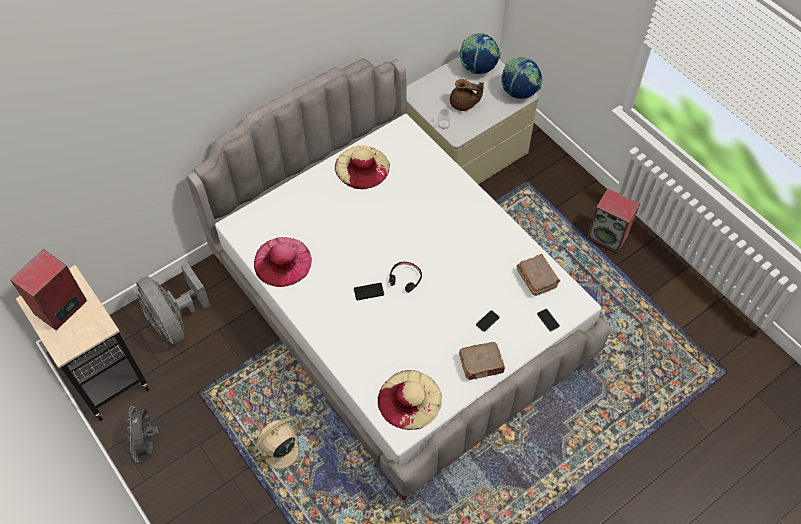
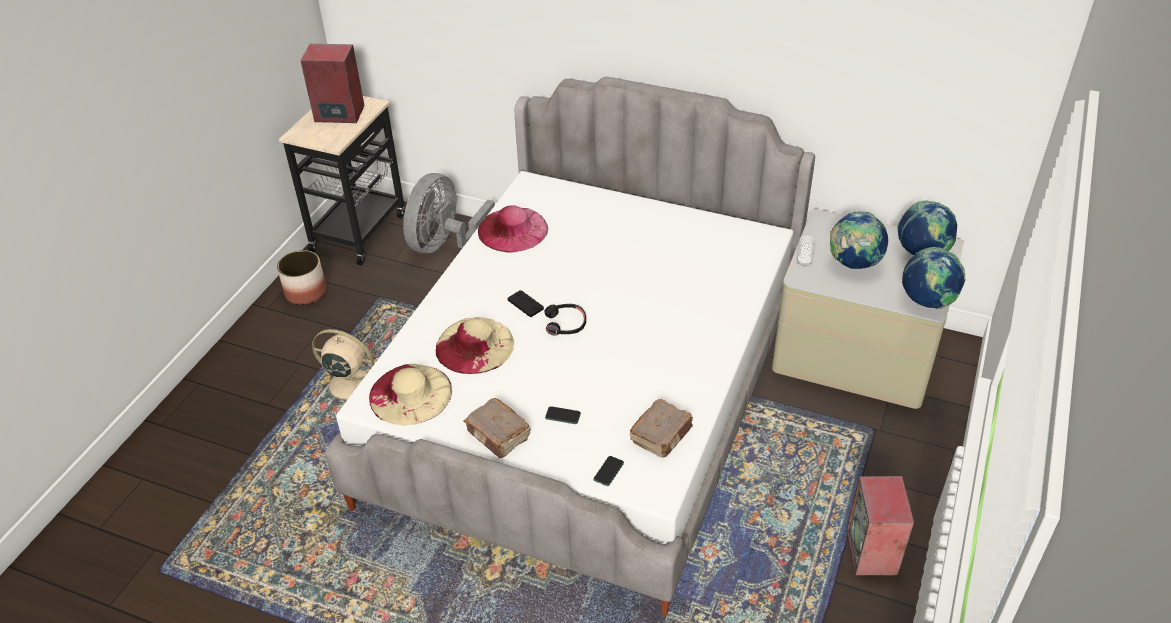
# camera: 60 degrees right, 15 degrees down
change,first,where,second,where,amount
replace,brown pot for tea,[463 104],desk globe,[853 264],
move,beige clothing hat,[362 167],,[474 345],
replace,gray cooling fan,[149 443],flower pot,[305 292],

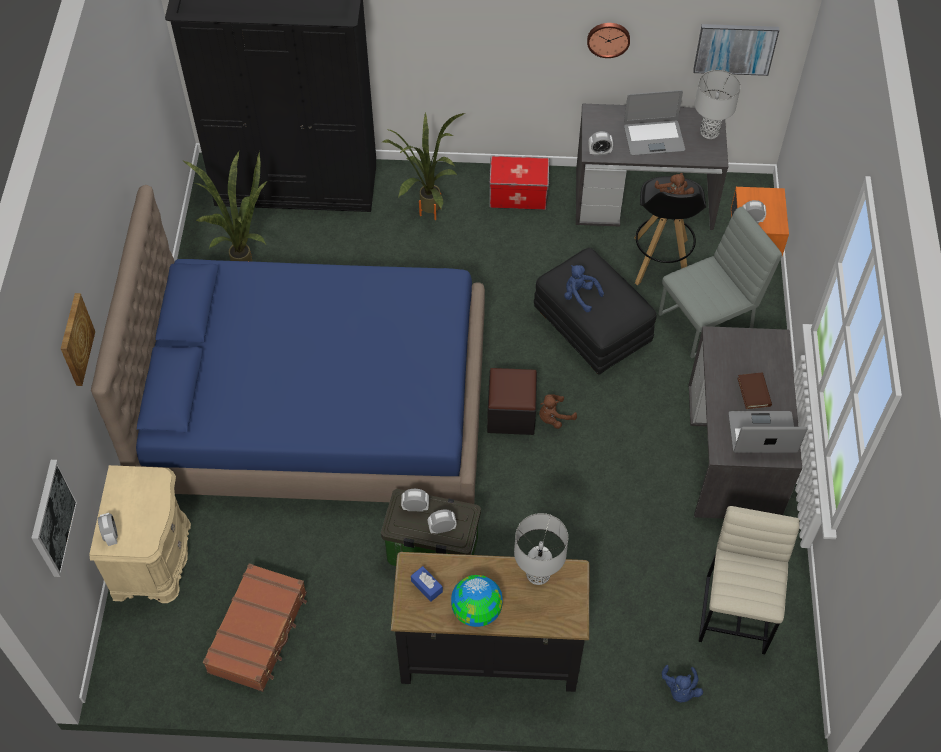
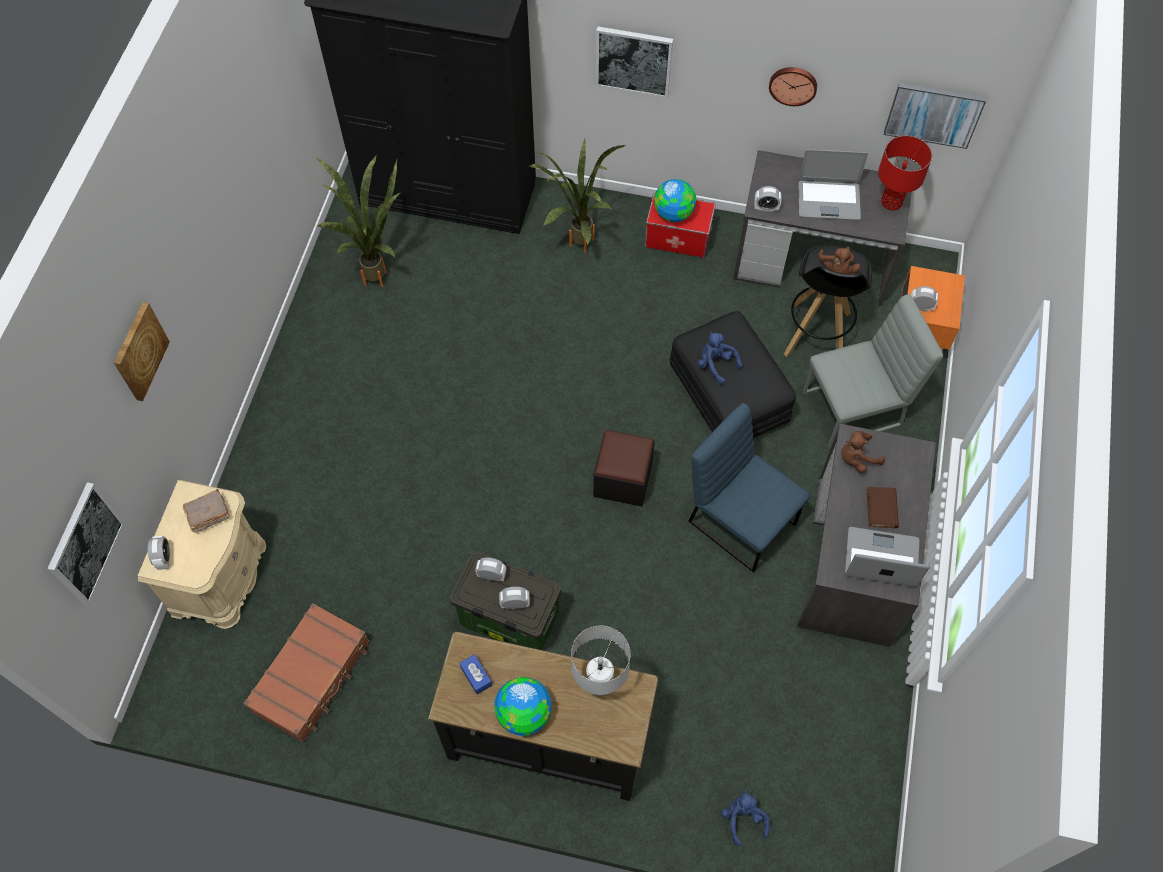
# camera: 10 degrees right, 5 degrees up
change,first,where,second,where,amount
recolor,whitish tabletop lamp,[709 132],red tabletop lamp,[891 202],
delete,blue bed,[315 405],,,
move,brown cuddly toy,[554 418],,[857 458],
delete,beige plain chair,[735 612],,,
rotate,blue cuddly toy,[680 689],,[743 818],150 degrees clockwise
insert,,,wall picture,[633 61],
insert,,,desk globe,[674 213],
insert,,,blue plain chair,[740 520],
insert,,,brown volume,[207 515],

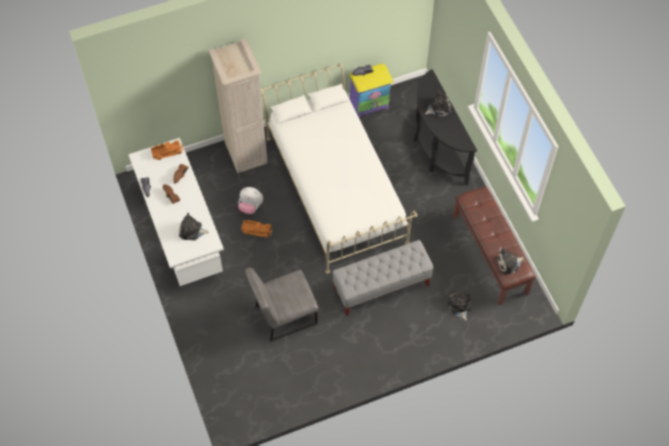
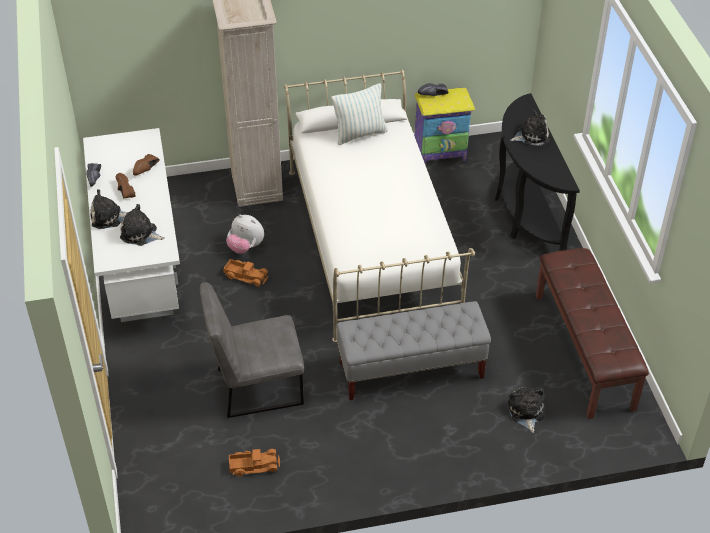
# camera: 10 degrees right, 15 degrees down
change,first,where,second,where,amount
move,model truck,[167 151],,[254 465],
move,cuddly toy,[509 263],,[109 217],
insert,,,pillow,[360 134],

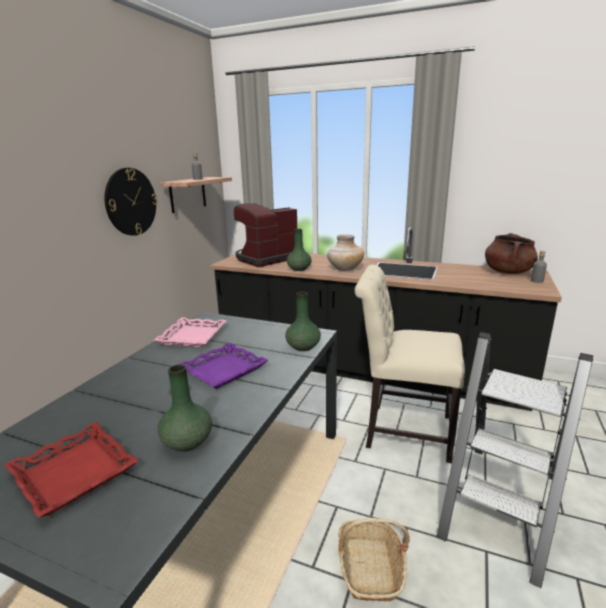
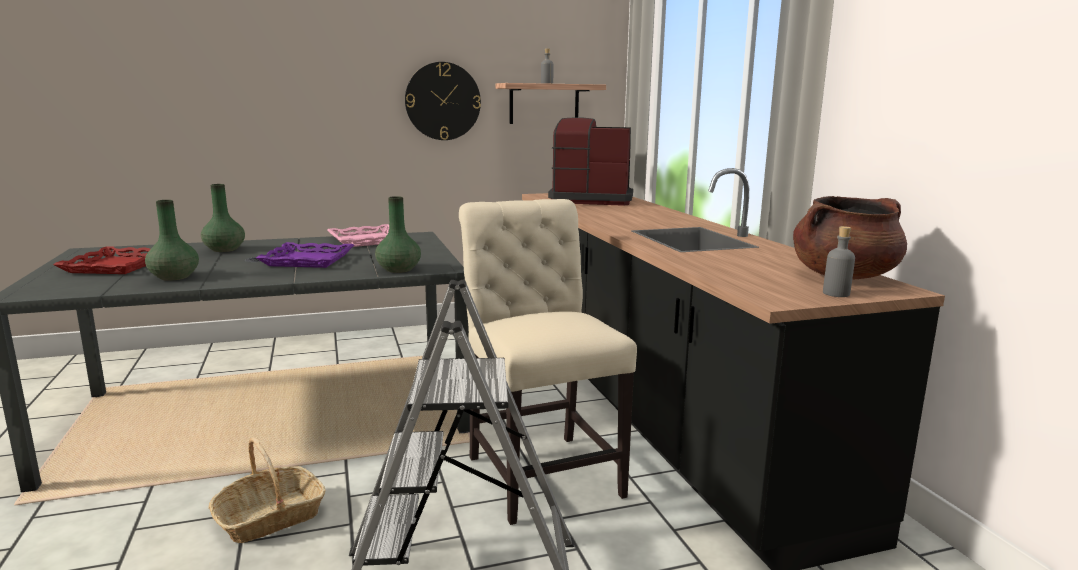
# camera: 50 degrees right, 5 degrees down
change,first,where,second,where,amount
move,green vase,[299 269],,[224 249],
delete,beige vase,[345 269],,,

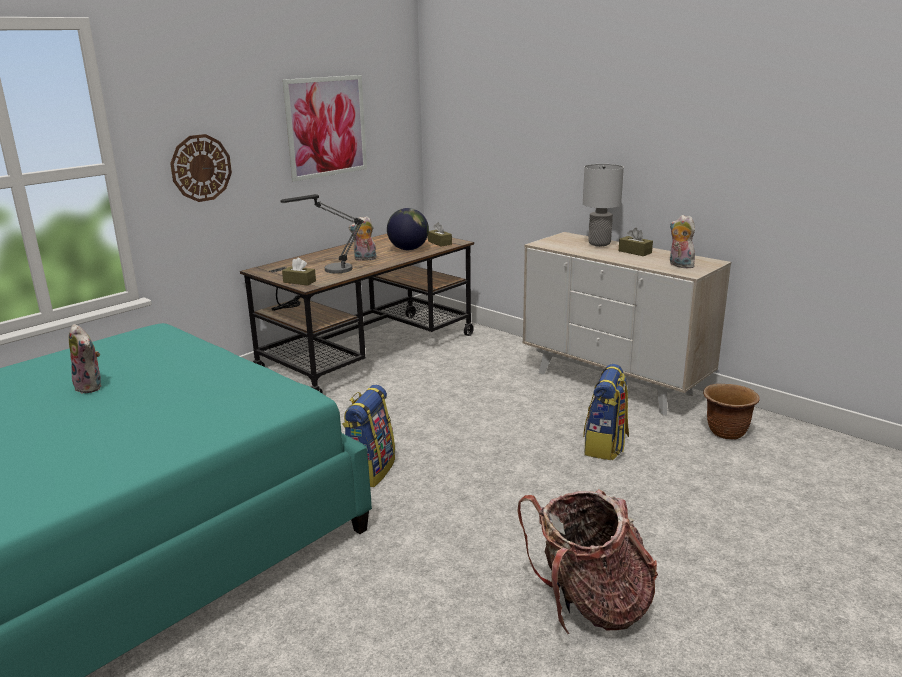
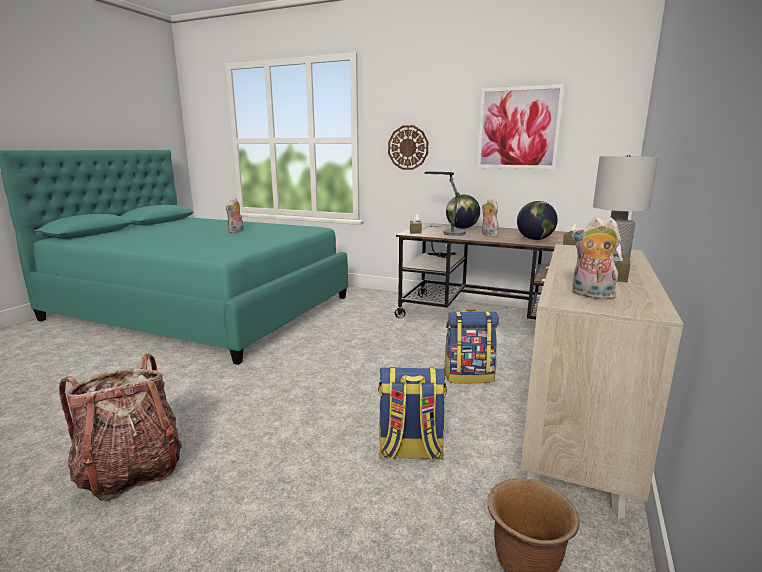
# camera: 70 degrees right, 5 degrees down
change,first,where,second,where,amount
rotate,cuddly toy,[679 265],,[590 295],90 degrees counterclockwise
move,rucksack,[369 470],,[469 376],
insert,,,desk globe,[461 228],

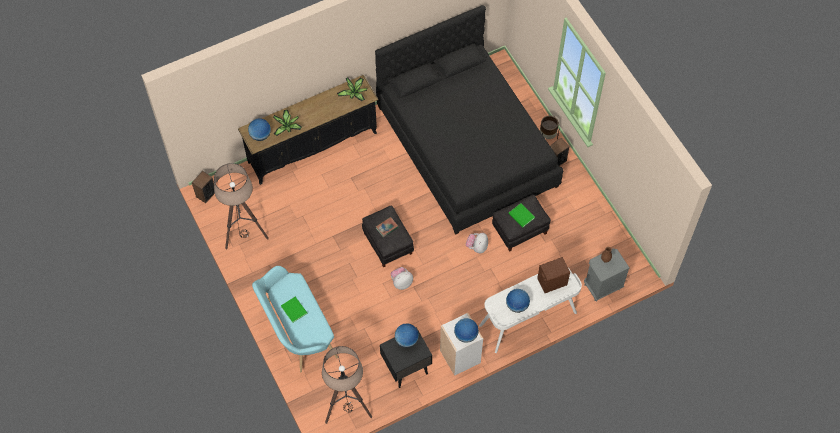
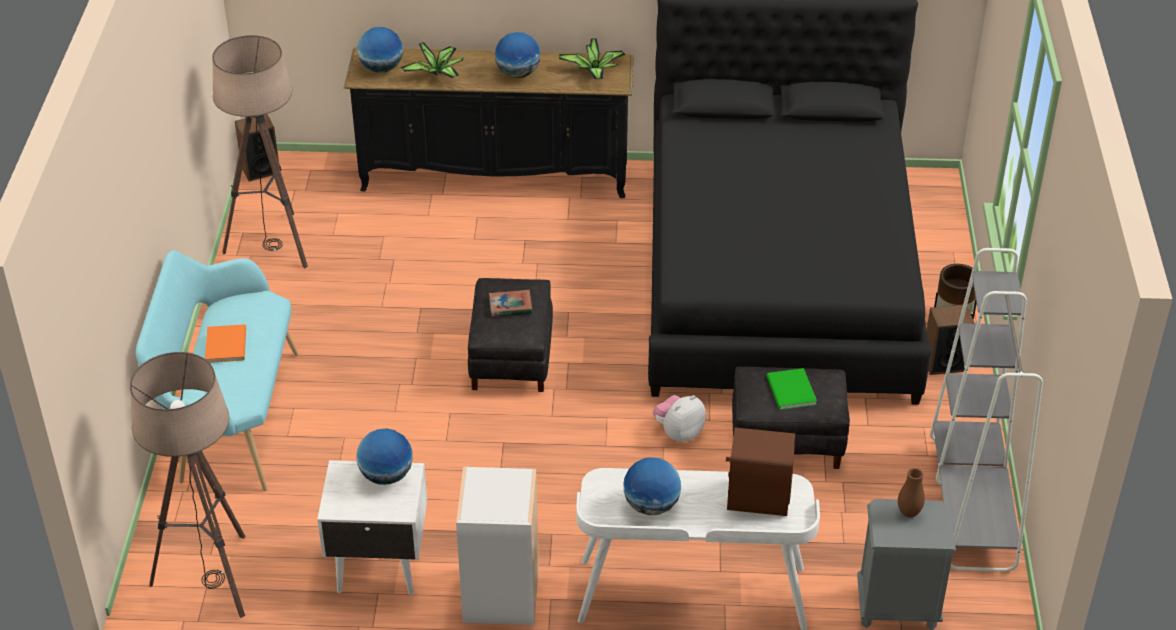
# camera: 30 degrees right, 20 degrees down
change,first,where,second,where,amount
delete,cuddly toy,[401 282],,,
recolor,green volume,[294 309],orange volume,[227 344],
move,desk globe,[466 335],,[518 74],
recolor,black-coloured nightstand,[405 368],whitish nightstand,[378 565],
insert,,,gray garment rack,[971 505],

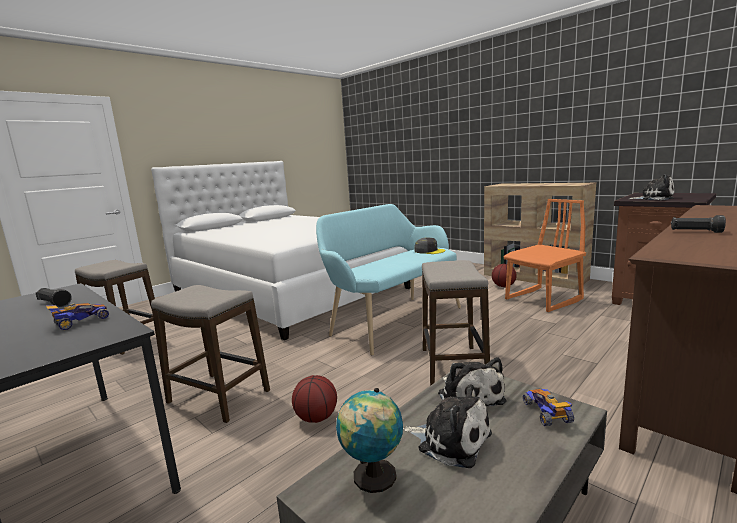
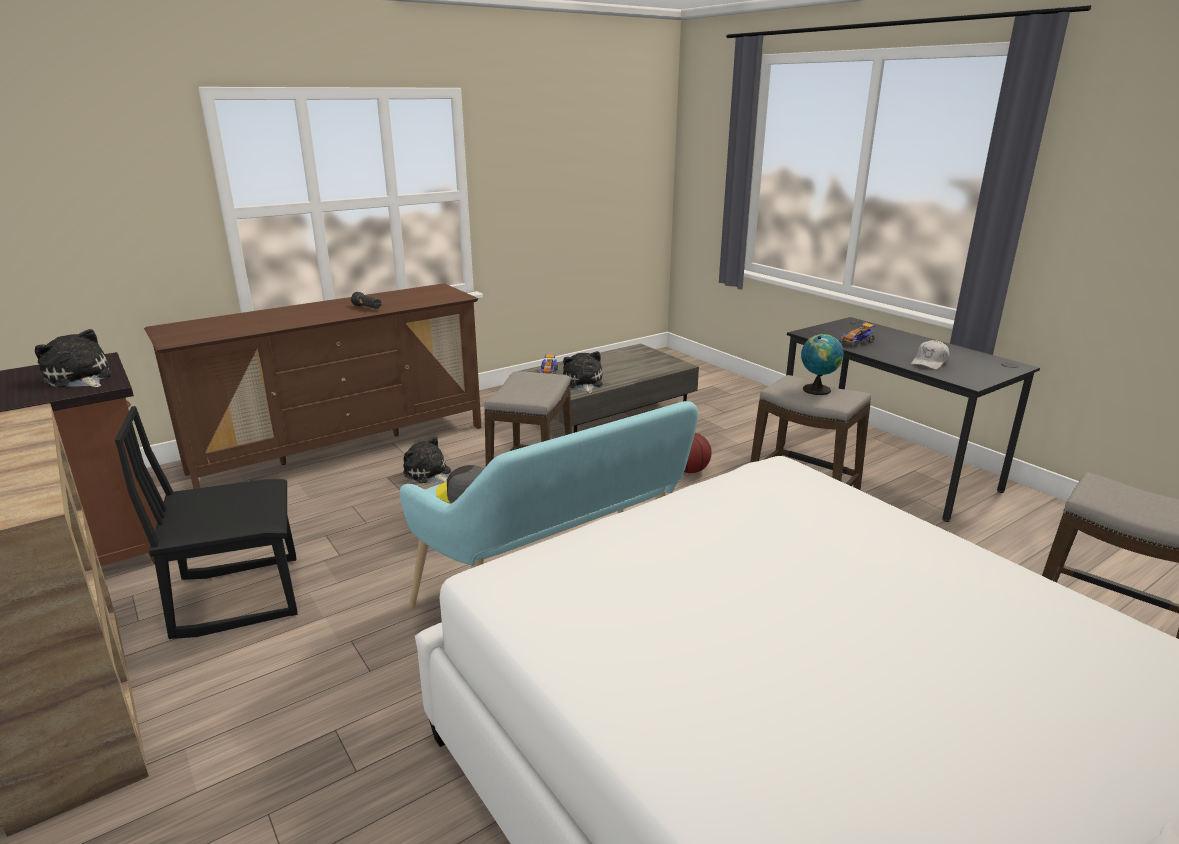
# camera: 170 degrees left, 10 degrees up
change,first,where,second,where,amount
recolor,orange plain chair,[544 300],black-coloured plain chair,[238 596],
delete,ball for basketball,[503 286],,,
replace,black-coloured torch,[54 304],whitish peaked cap,[929 362],
move,cuddly toy,[450 440],,[428 474],
move,desk globe,[373 478],,[817 389],

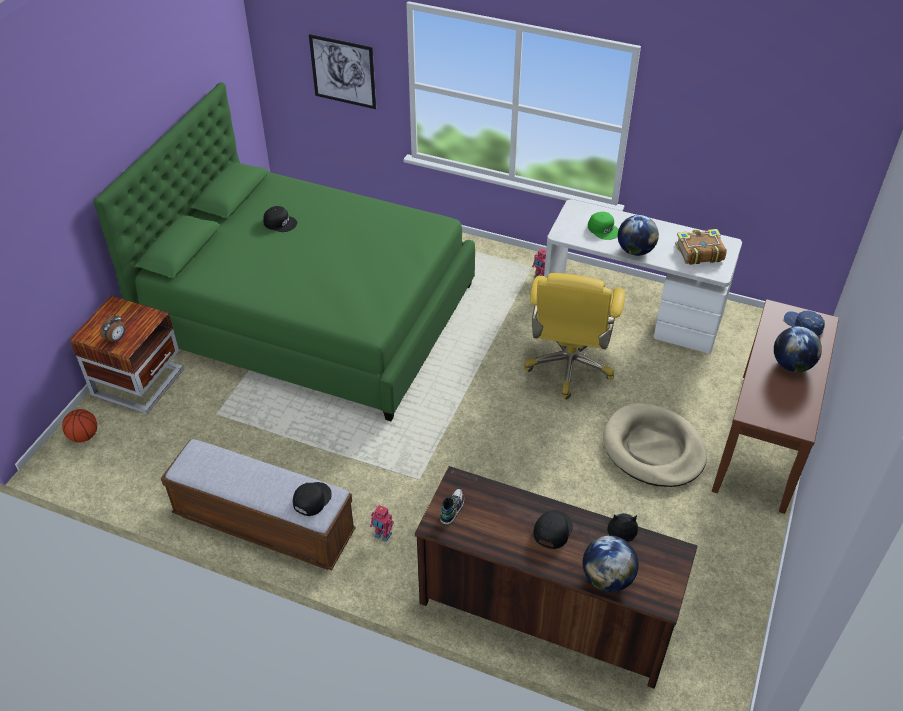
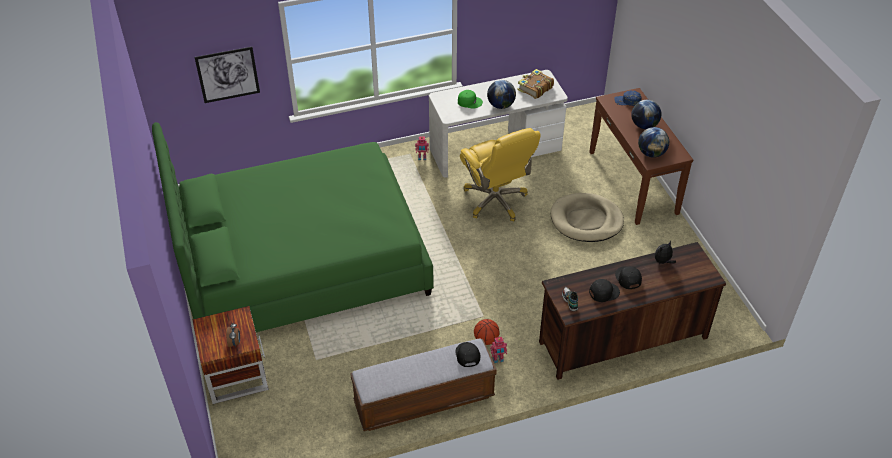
# camera: 40 degrees left, 0 degrees up
change,first,where,second,where,amount
move,black-coloured peaked cap,[280 222],,[603 292],
move,ball for basketball,[84 436],,[486 339],
move,desk globe,[607 578],,[651 153],

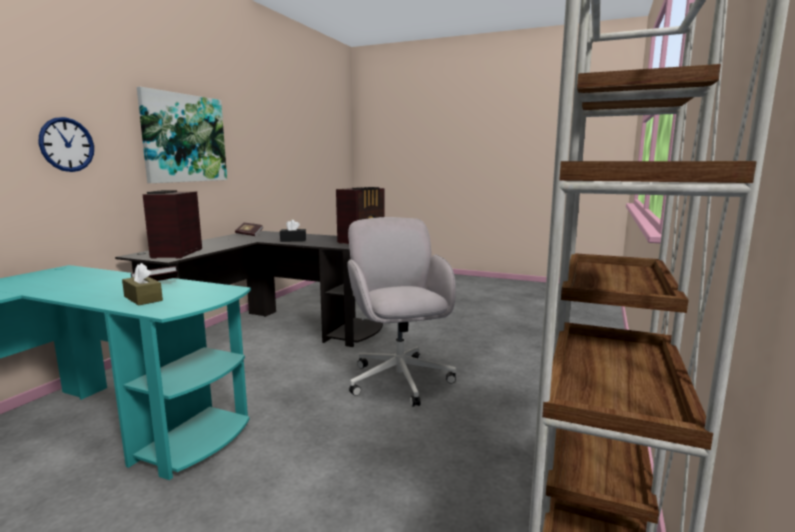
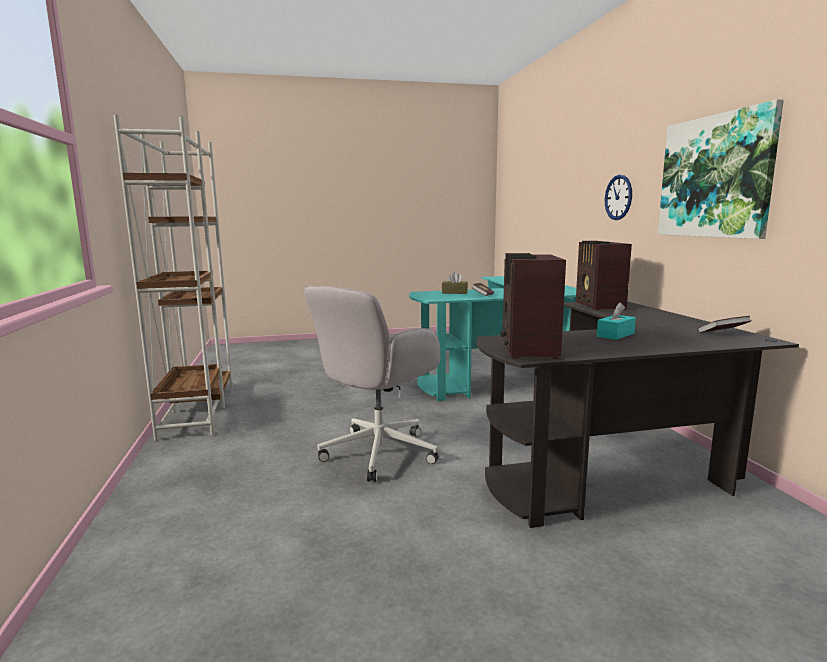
# camera: 145 degrees right, 0 degrees up
change,first,where,second,where,amount
rotate,radio,[175 254],,[599 306],150 degrees counterclockwise
rotate,gray desk chair,[399 380],,[378 453],90 degrees clockwise
recolor,black-coloured tissue box,[293 240],turquoise tissue box,[615 335],

